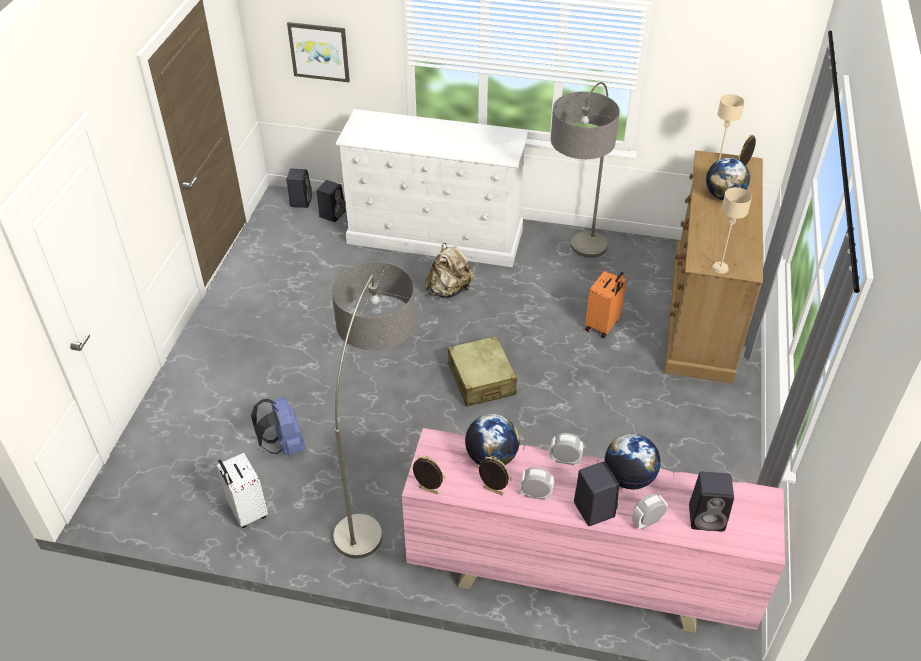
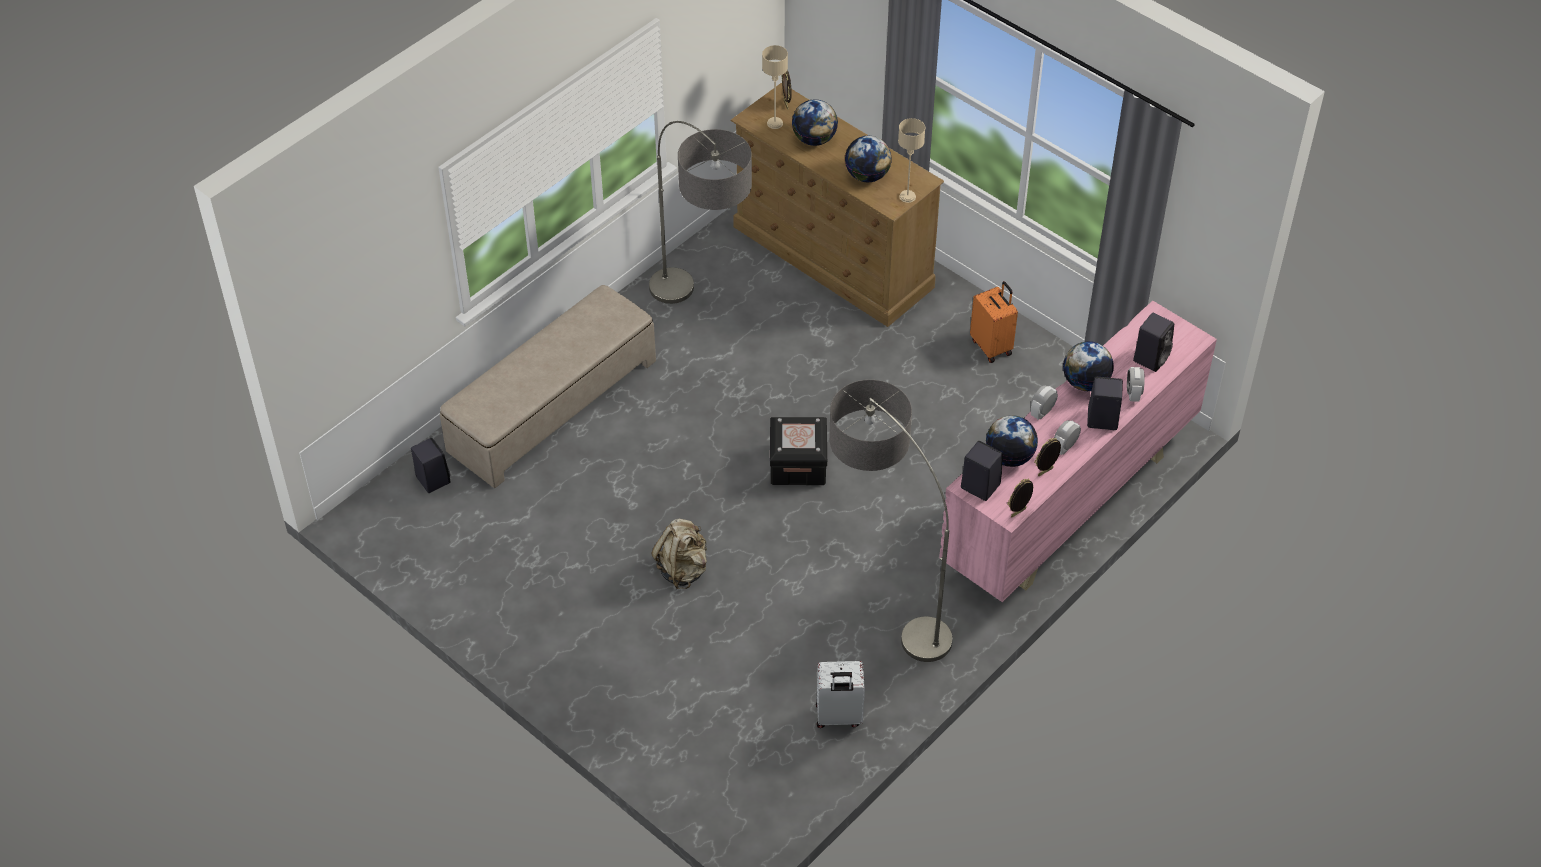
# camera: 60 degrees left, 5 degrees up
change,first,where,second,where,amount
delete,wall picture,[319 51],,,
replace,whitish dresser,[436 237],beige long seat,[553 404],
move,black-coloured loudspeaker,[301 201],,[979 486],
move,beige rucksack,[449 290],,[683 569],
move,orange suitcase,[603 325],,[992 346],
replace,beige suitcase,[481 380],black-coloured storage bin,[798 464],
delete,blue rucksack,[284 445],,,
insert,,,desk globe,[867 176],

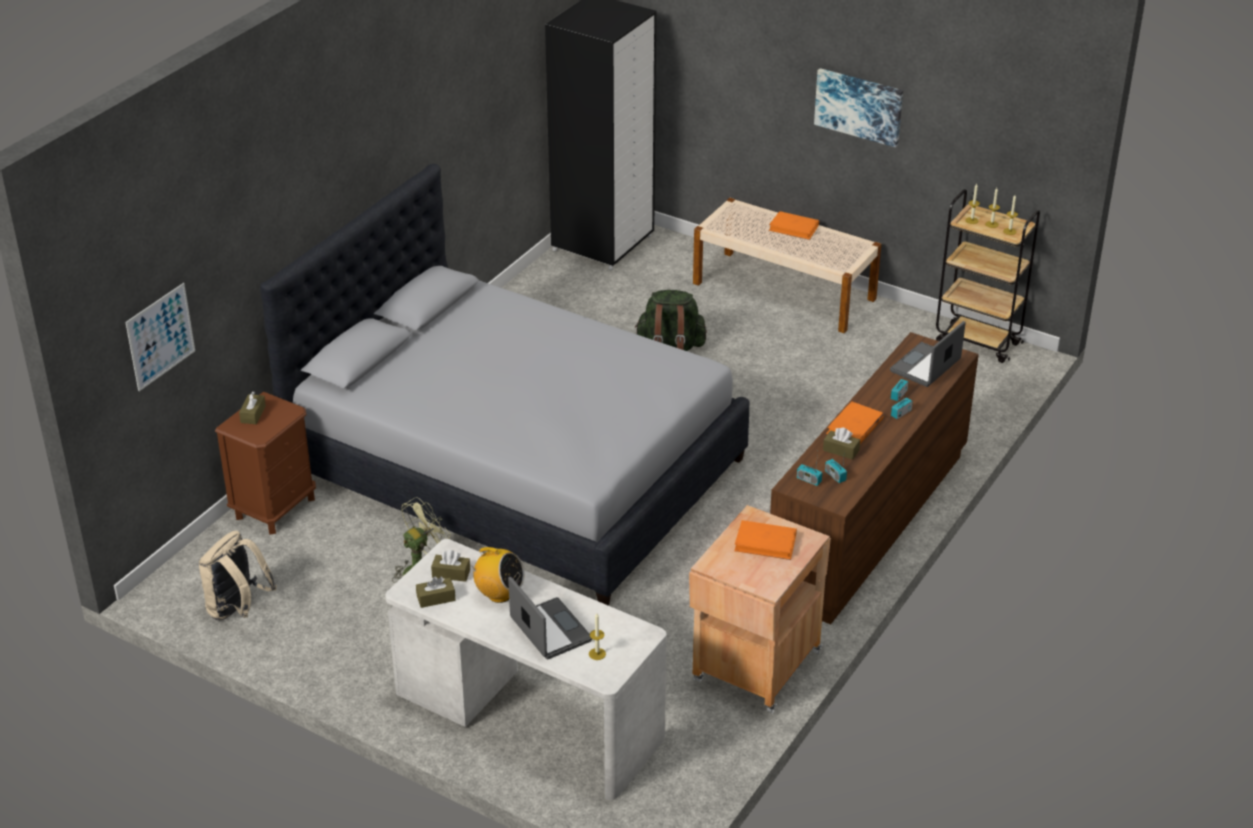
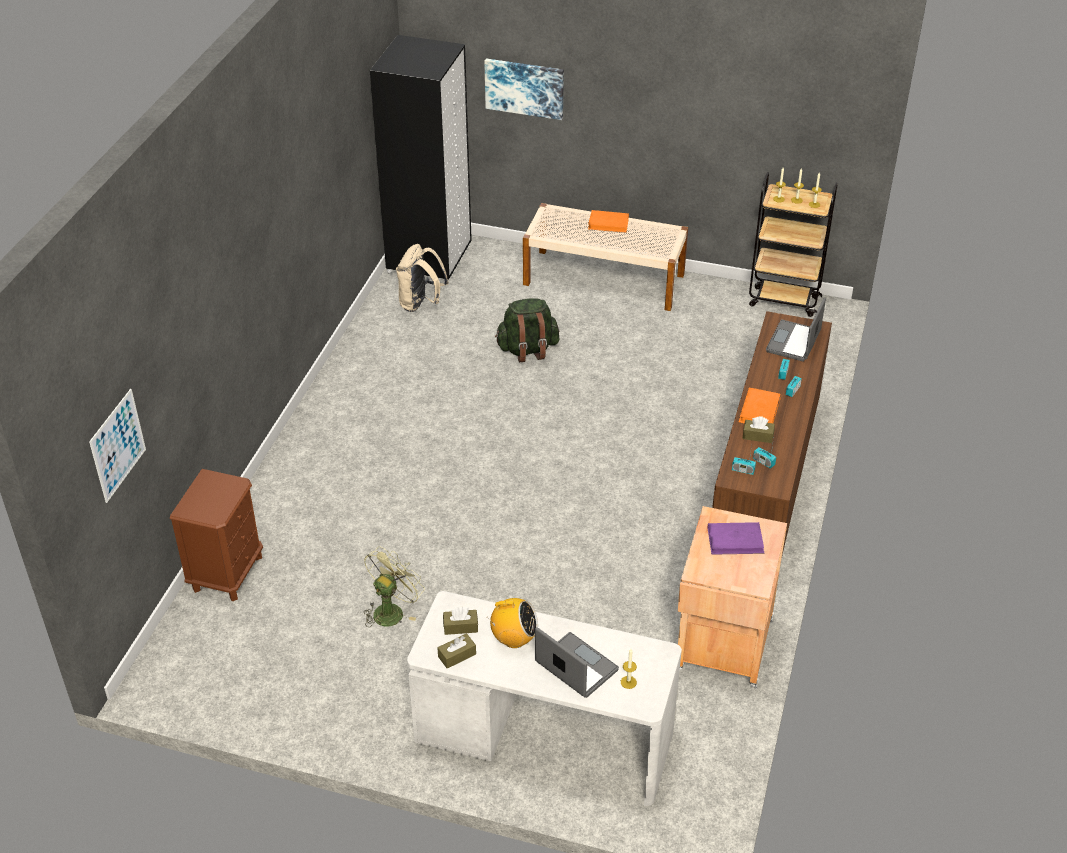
# camera: 15 degrees left, 5 degrees up
change,first,where,second,where,amount
move,wall picture,[859 106],,[524 88],
delete,gray bed,[515 466],,,
delete,brown tissue box,[253 414],,,
recolor,orange volume,[766 543],purple volume,[735 540],
move,beige rucksack,[238 610],,[421 304],

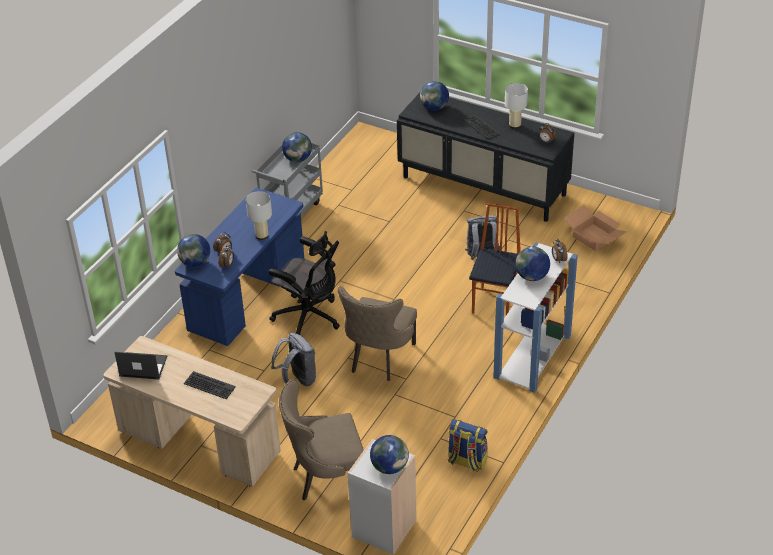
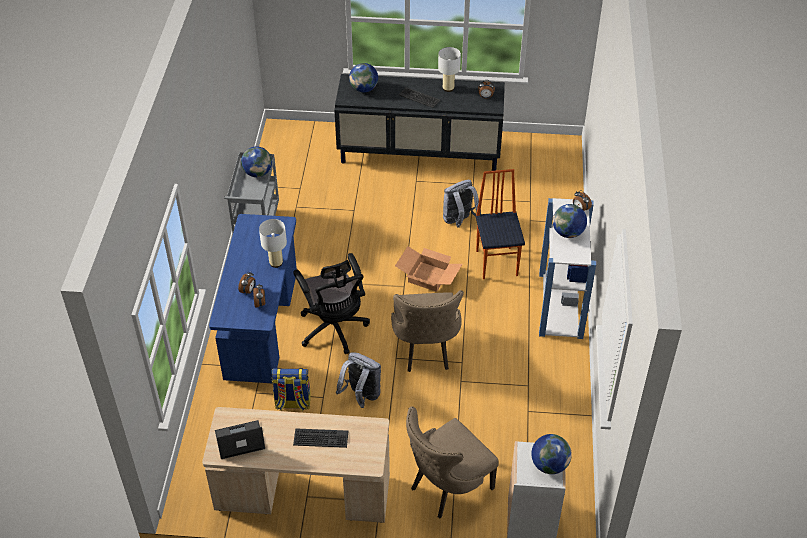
# camera: 25 degrees left, 5 degrees up
change,first,where,second,where,amount
move,cardboard box,[594 237],,[429 276],
rotate,desk chair,[308 317],,[333 329],60 degrees clockwise
delete,desk globe,[195 262],,,
move,rucksack,[466 461],,[292 403],

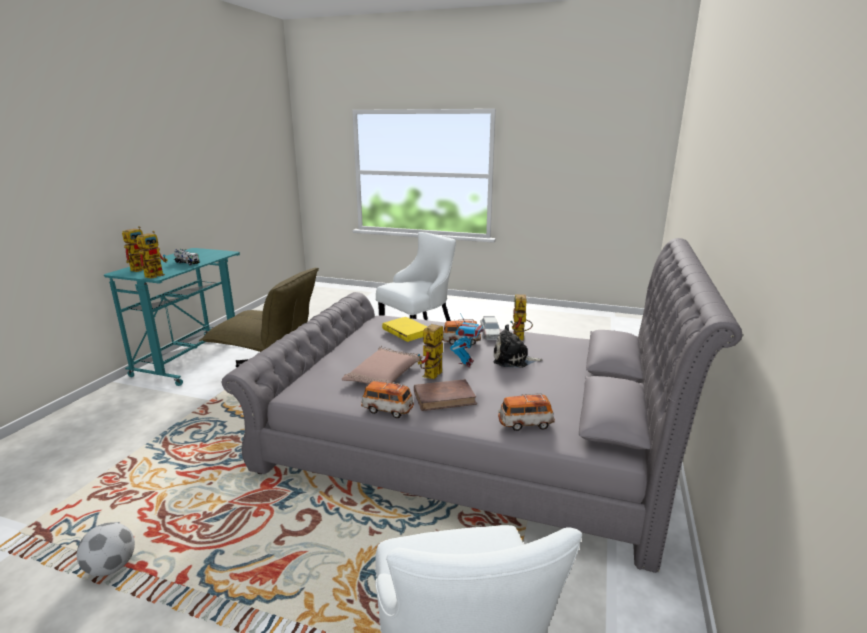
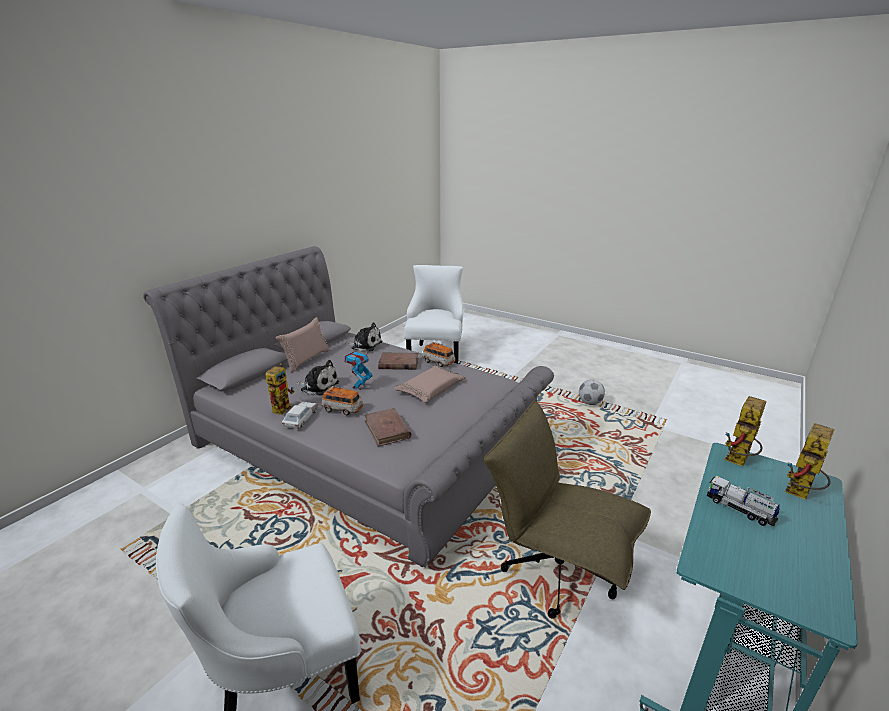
# camera: 165 degrees left, 5 degrees up
change,first,where,second,where,amount
recolor,yellow-coloured volume,[406 331],brown volume,[387 429],
delete,toy robot,[432 377],,,
replace,toy car,[525 424],cuddly toy,[365 345],
insert,,,beige pillow,[306 360],

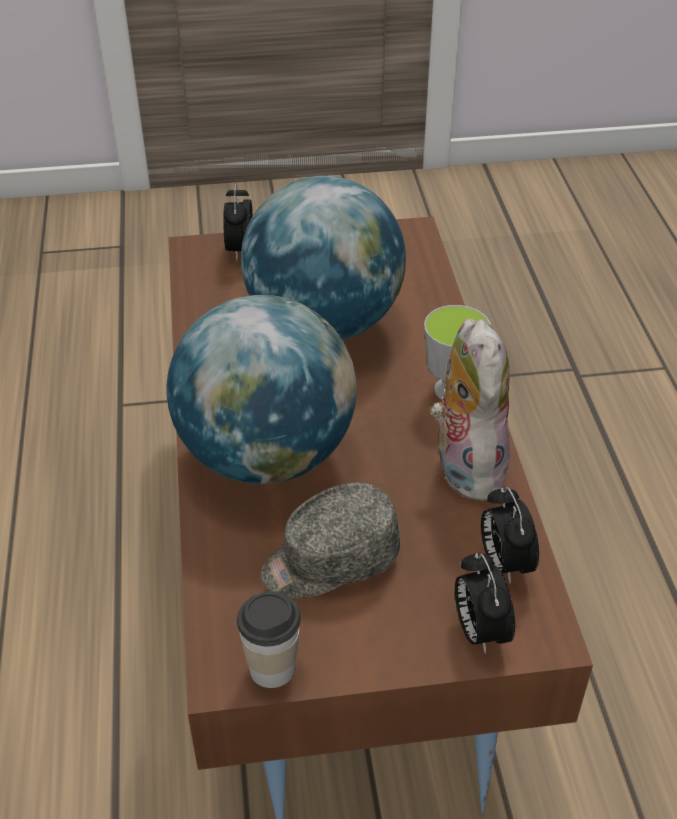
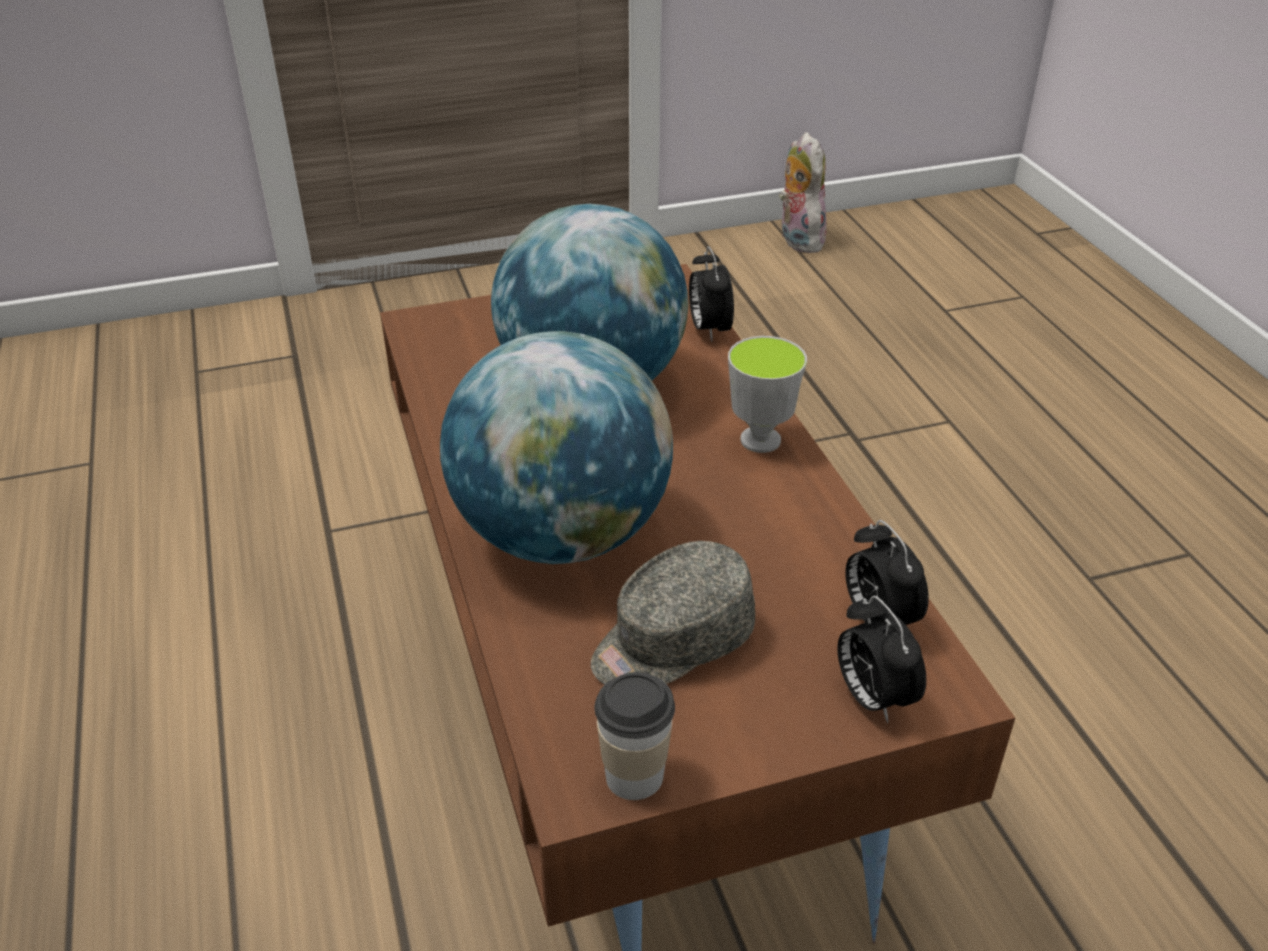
# camera: 10 degrees left, 5 degrees down
change,first,where,second,where,amount
move,bedside clock,[240 250],,[708 329],
move,cuddly toy,[464 465],,[797 240],

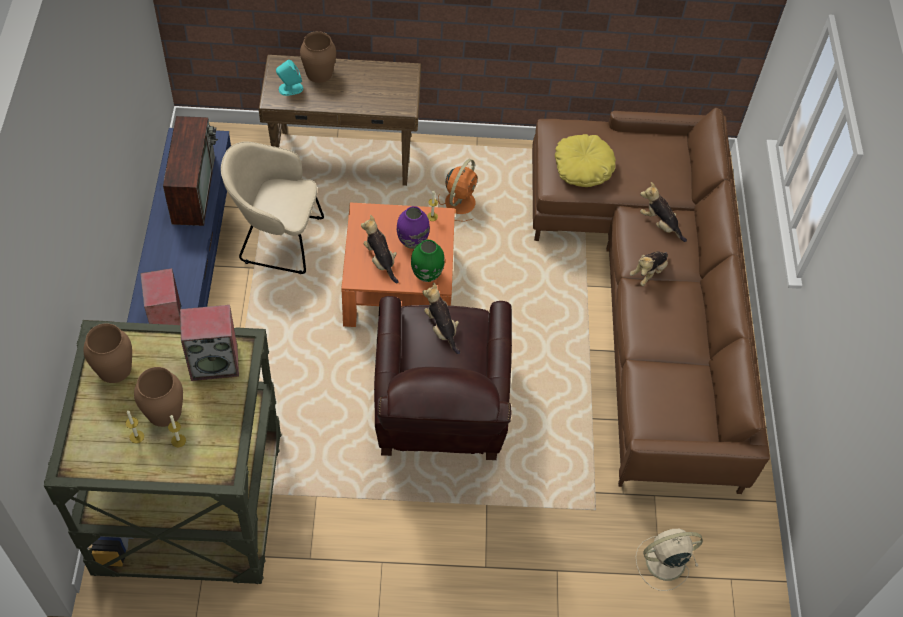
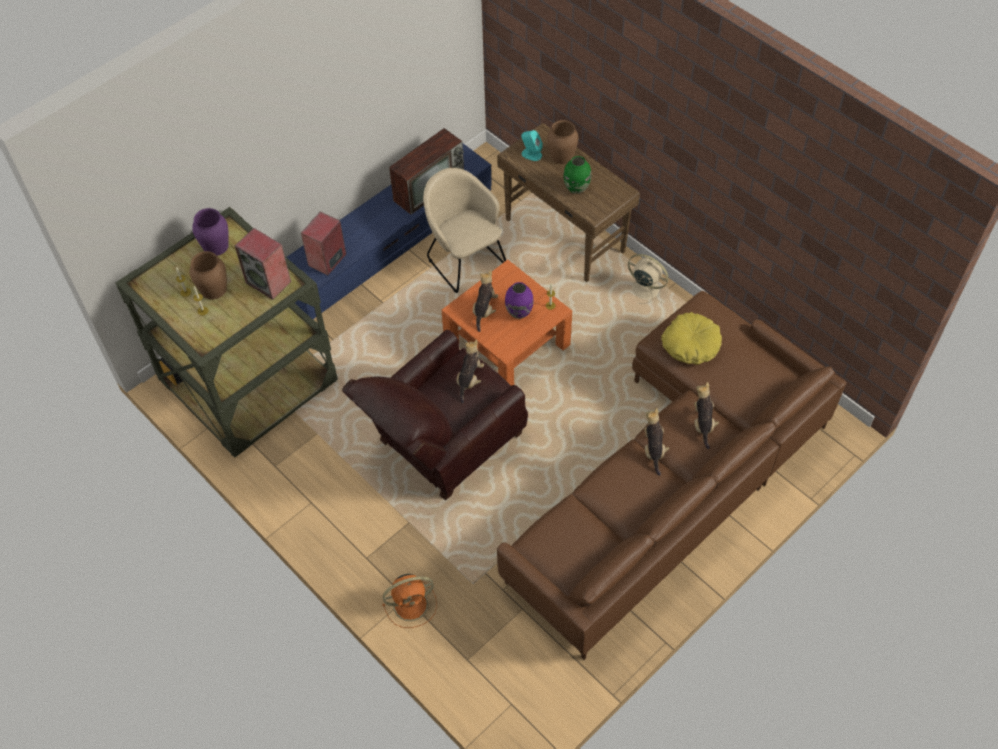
# camera: 50 degrees right, 0 degrees up
change,first,where,second,where,amount
move,orange cooling fan,[461 201],,[412 604],
move,green vase,[427 274],,[576 188],
rotate,cuddly toy,[648 273],,[653 449],90 degrees clockwise
recolor,brown vase,[114 368],purple vase,[216 246],
move,beige cooling fan,[663 562],,[644 288],

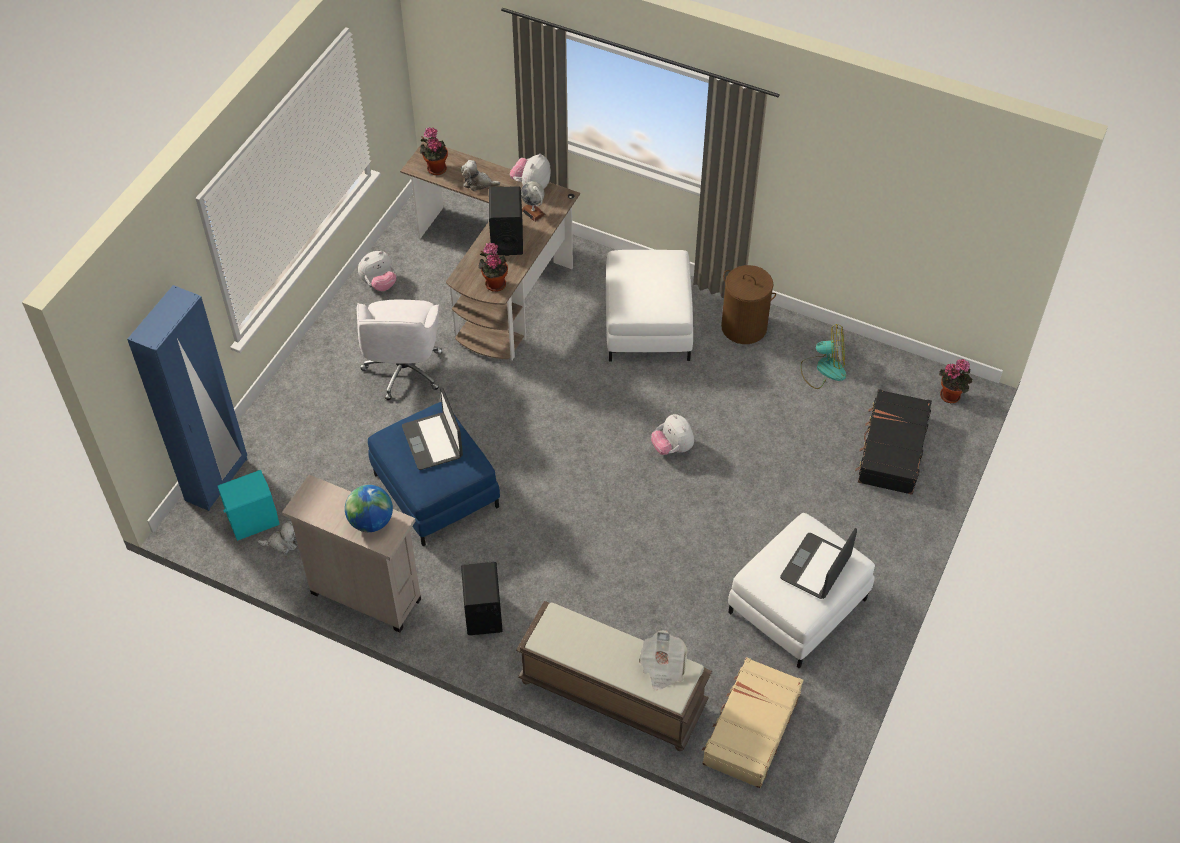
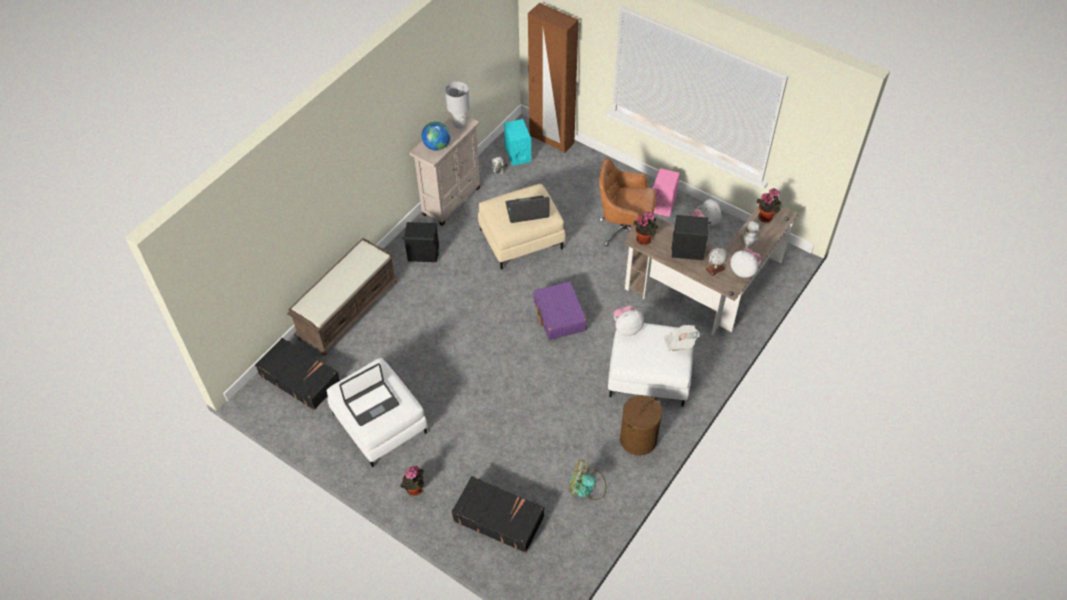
# camera: 100 degrees right, 0 degrees up
change,first,where,second,where,amount
recolor,blue wardrobe,[217 480],brown wardrobe,[551 139],
recolor,whitish desk chair,[403 370],brown desk chair,[624 230],
rotate,cooling fan,[823 369],,[587 487],90 degrees clockwise
move,houseplant,[951 395],,[415 490],
recolor,blue ottoman,[436 490],beige ottoman,[521 239],
move,cuddly toy,[672 448],,[627 328],
rotate,portable computer,[816 567],,[371 403],105 degrees clockwise
move,daily paper,[662 667],,[680 343],
recolor,beige suitcase,[750 728],black-coloured suitcase,[300 378],
insert,,,gray tabletop lamp,[459 125],
insert,,,pink-coloured loudspeaker,[663 204],
insert,,,purple suitcase,[559 316],

